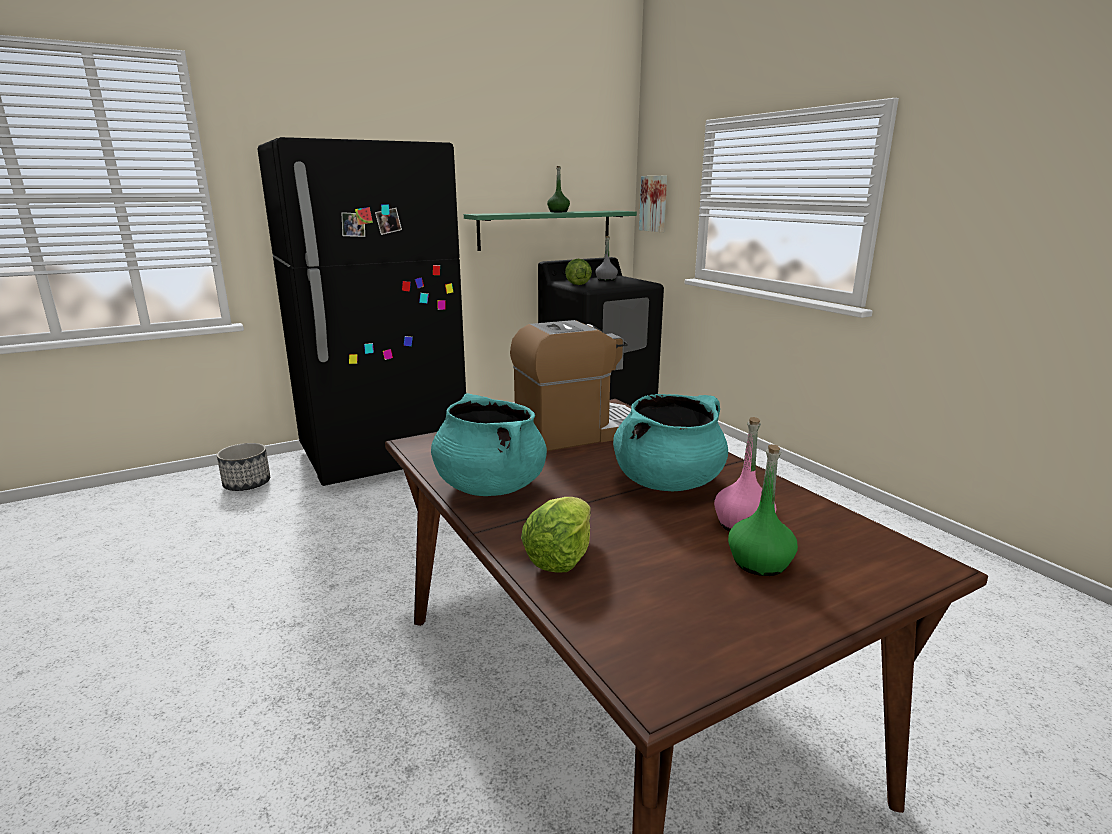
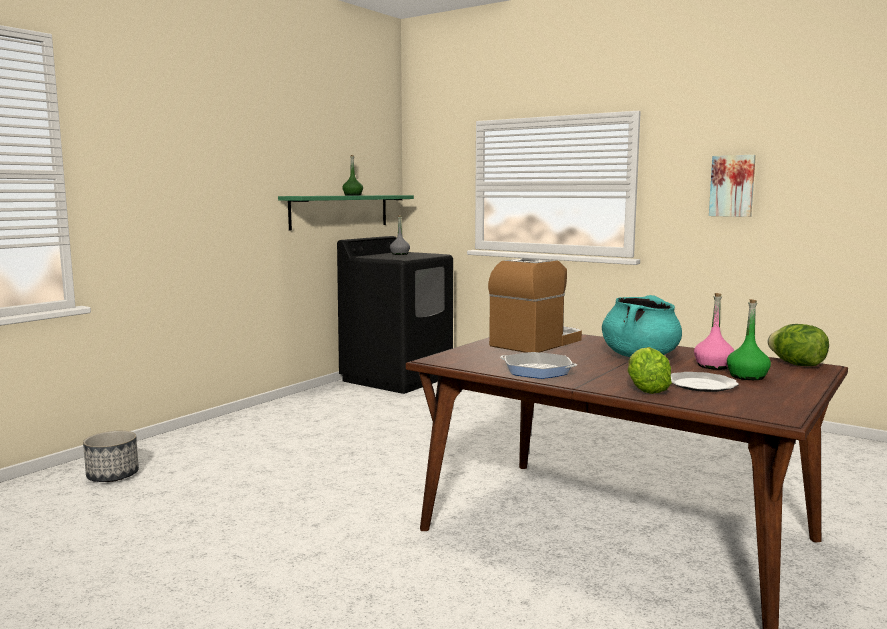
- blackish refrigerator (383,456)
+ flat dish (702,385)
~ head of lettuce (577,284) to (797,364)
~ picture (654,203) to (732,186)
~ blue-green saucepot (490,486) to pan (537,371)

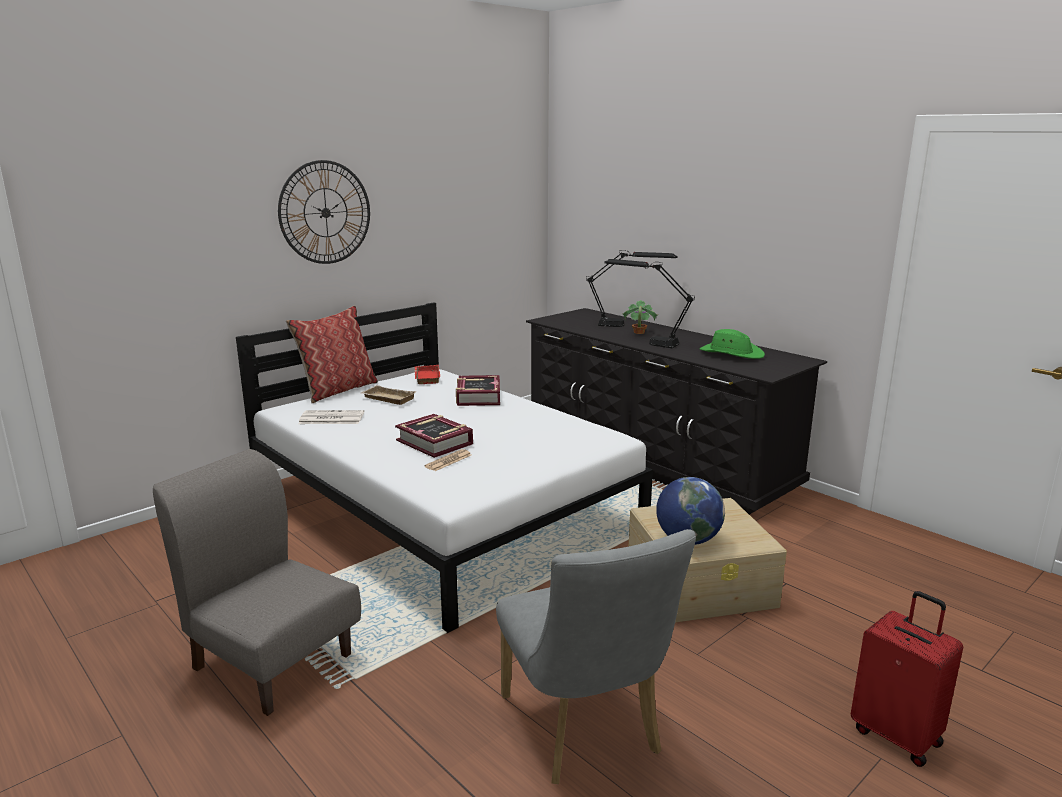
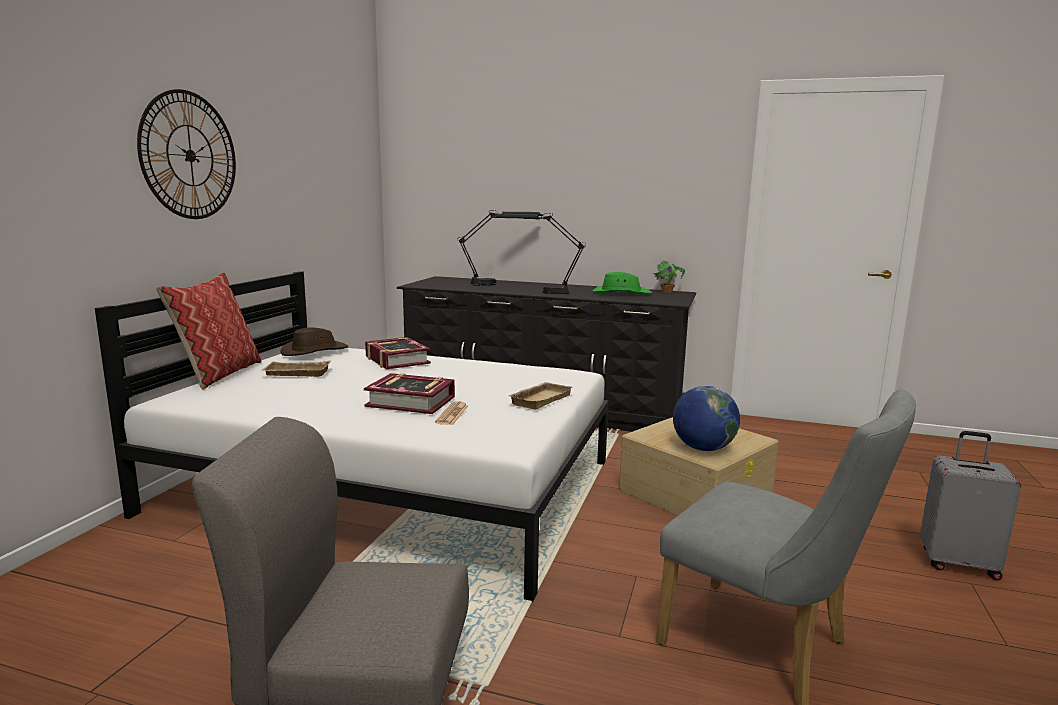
- printed paper (331,418)
+ sand-coloured serving tray (539,399)
~ potted plant (638,332) to (666,291)
~ reddish serving tray (426,377) to brown wearable hat (314,351)
~ reddish travel case (897,735) to gray travel case (958,563)

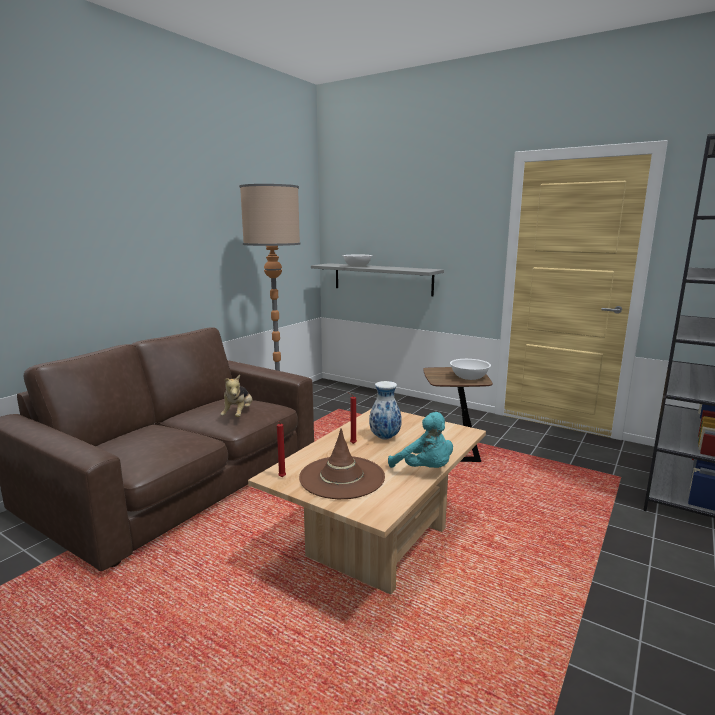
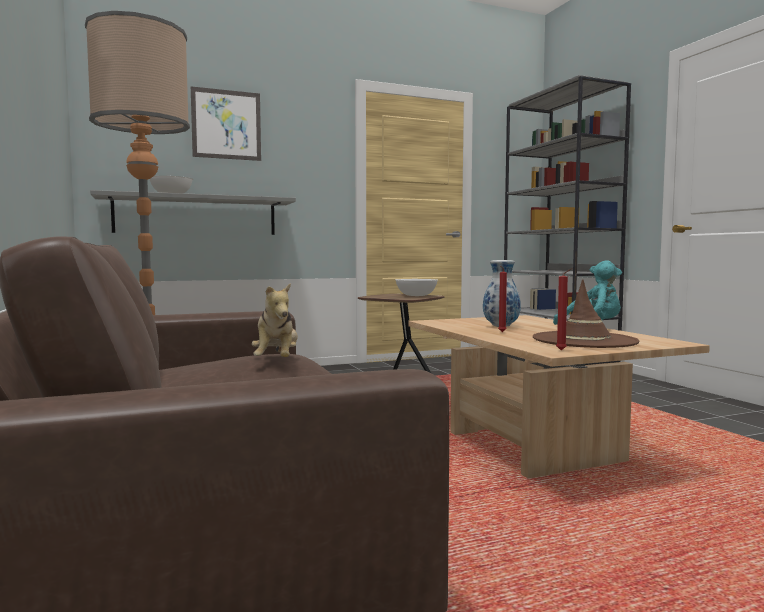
+ picture (226,124)
~ soft toy (238,414) = (277,361) 45 degrees clockwise

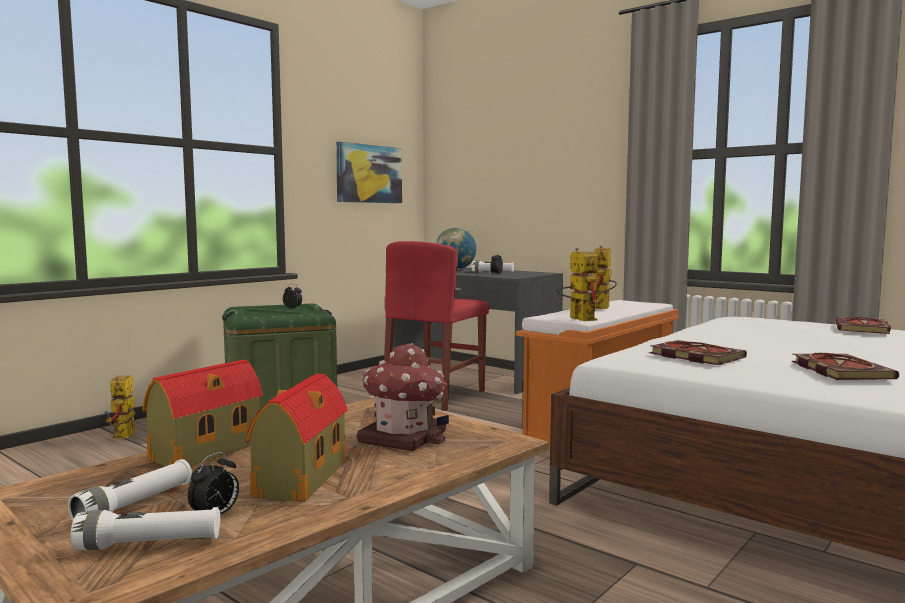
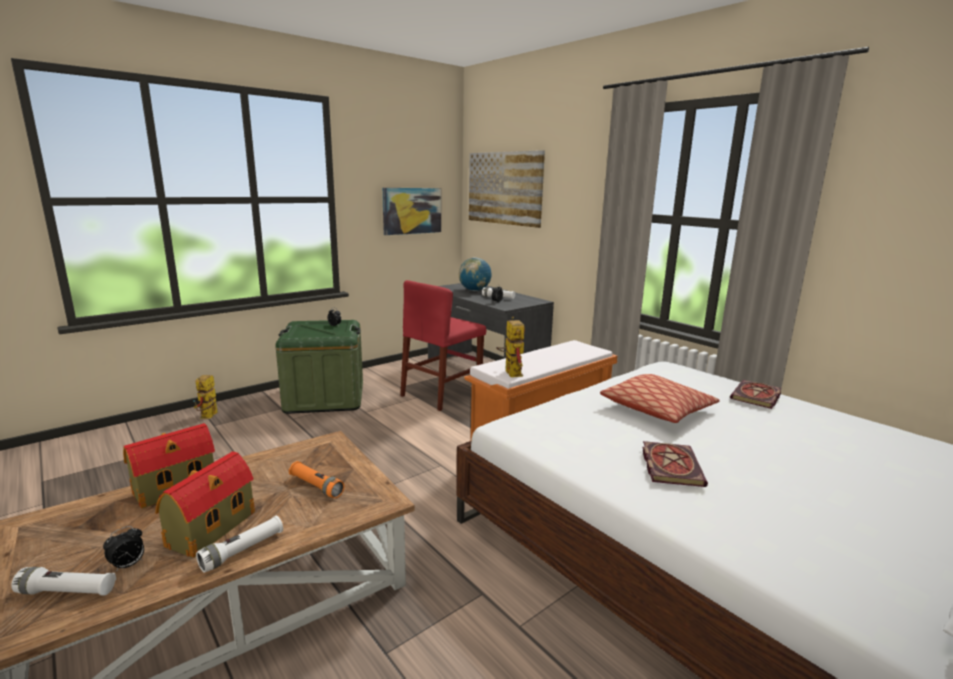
- robot figure (602,308)
- book (693,356)
+ picture (504,188)
+ throw pillow (657,409)
~ white-coloured torch (135,505) to (243,551)
~ toy house (404,437) to orangey torch (316,486)

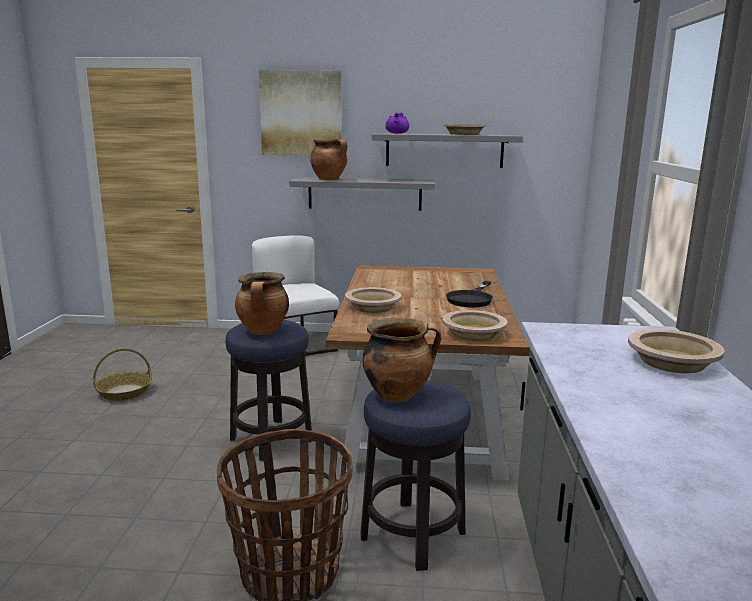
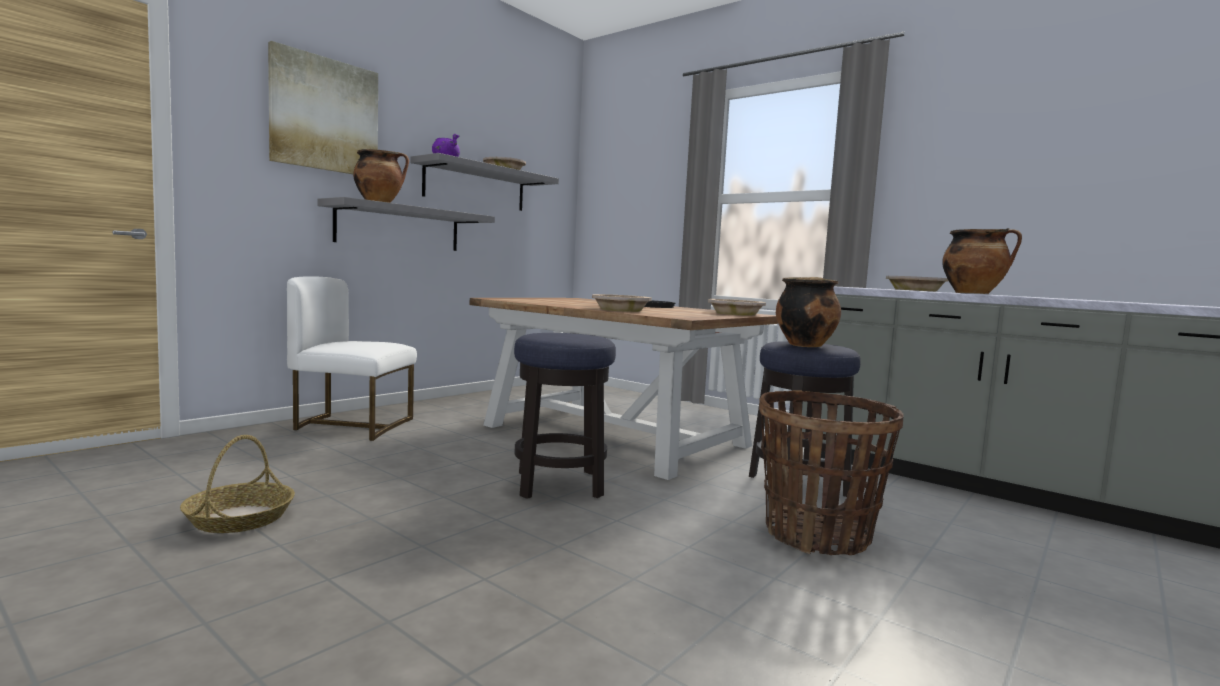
~ saucepot (263,331) to (974,293)

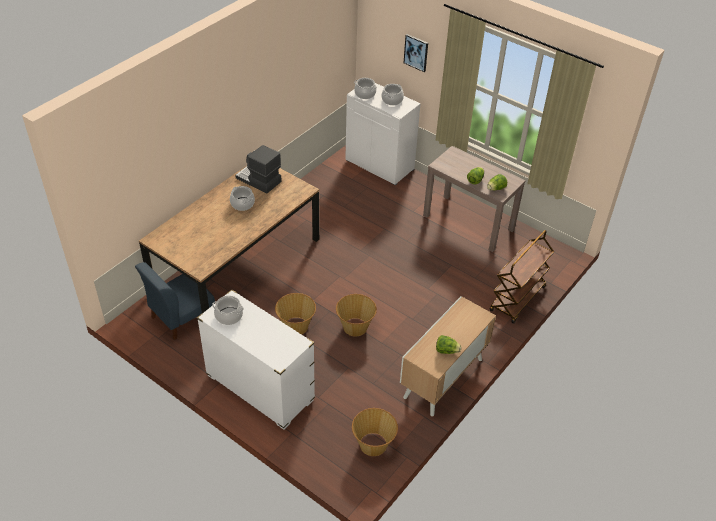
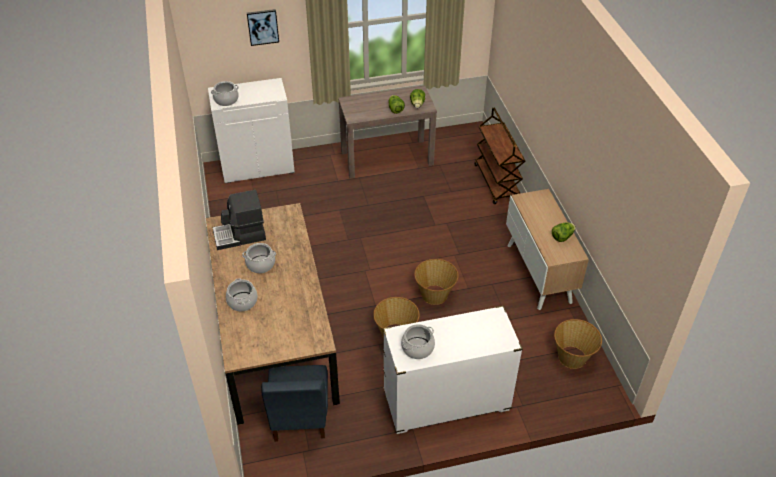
~ saucepot (392,100) to (242,301)

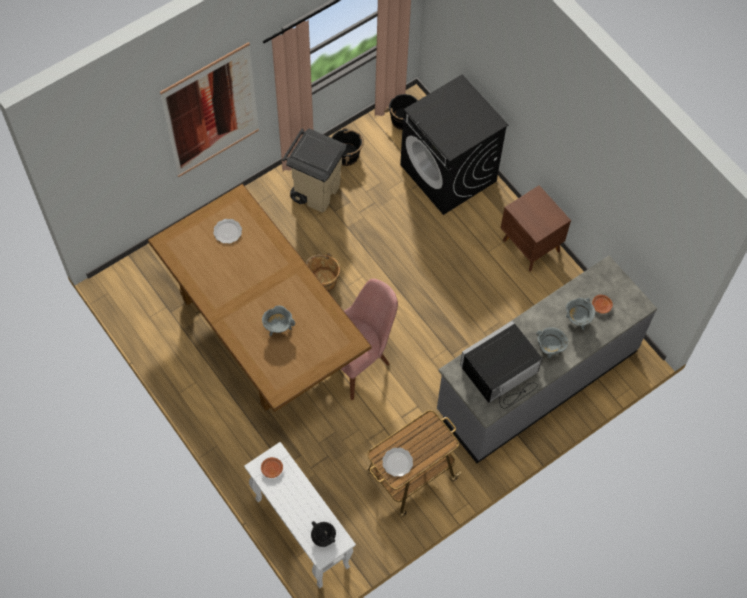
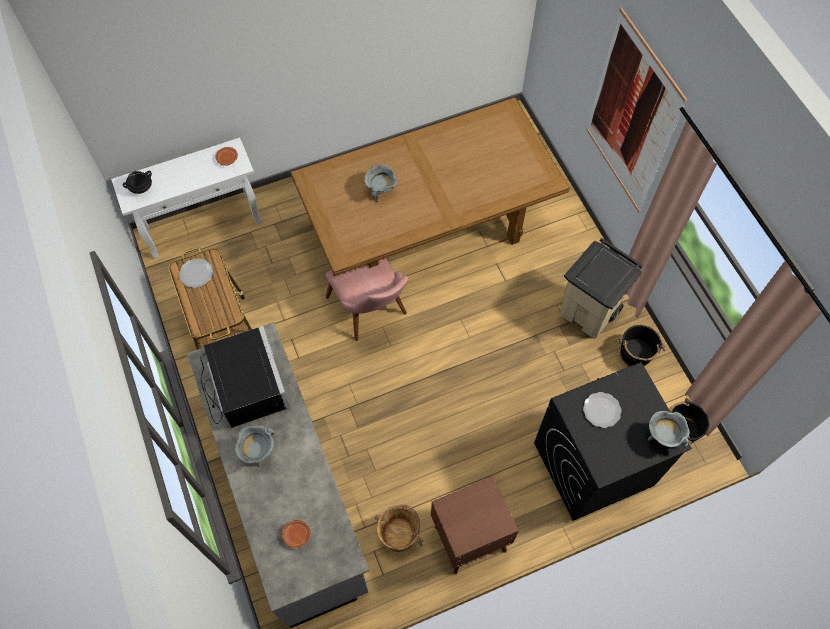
~ flat dish (227,232) to (601,410)
~ brown pail (323,280) to (399,534)
~ gray saucepot (577,320) to (663,437)

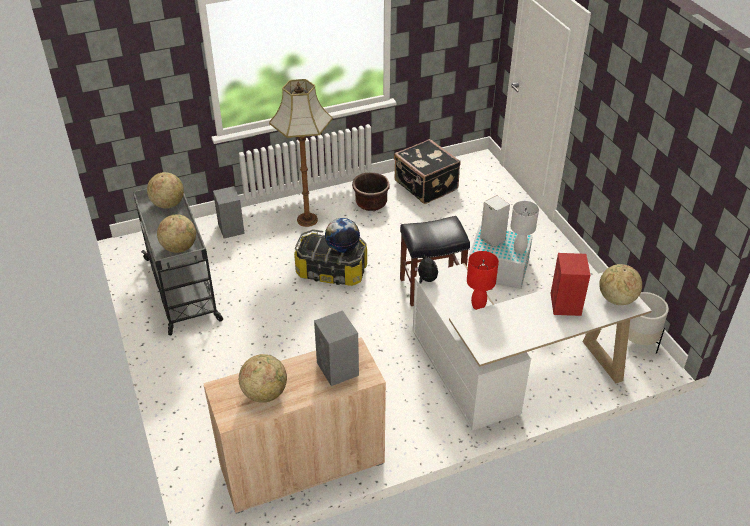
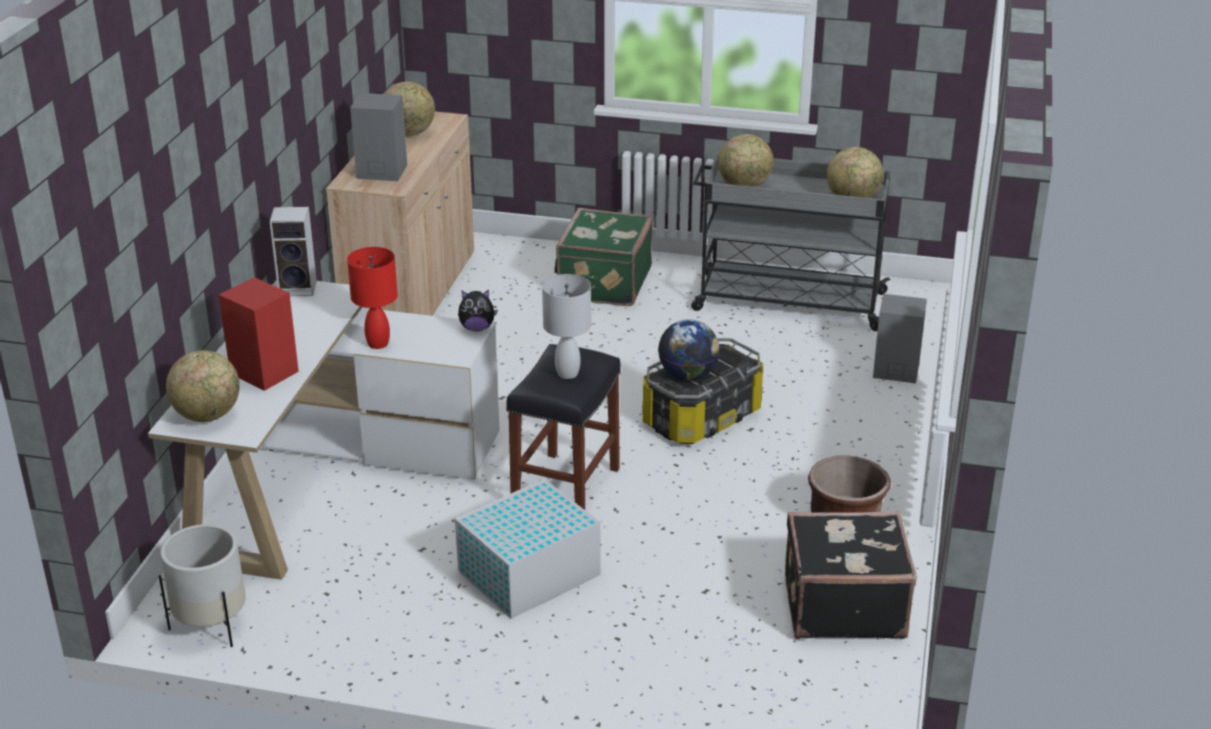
- floor lamp (307,220)
+ greenish travel case (603,284)
~ audio speaker (491,238) to (299,288)
~ white-coloured table lamp (520,249) to (568,374)

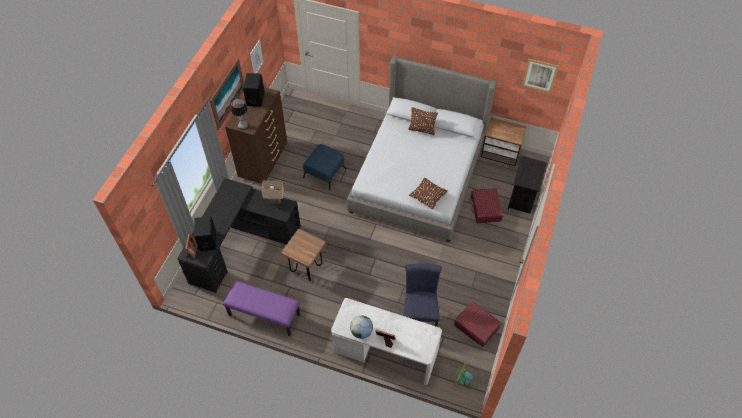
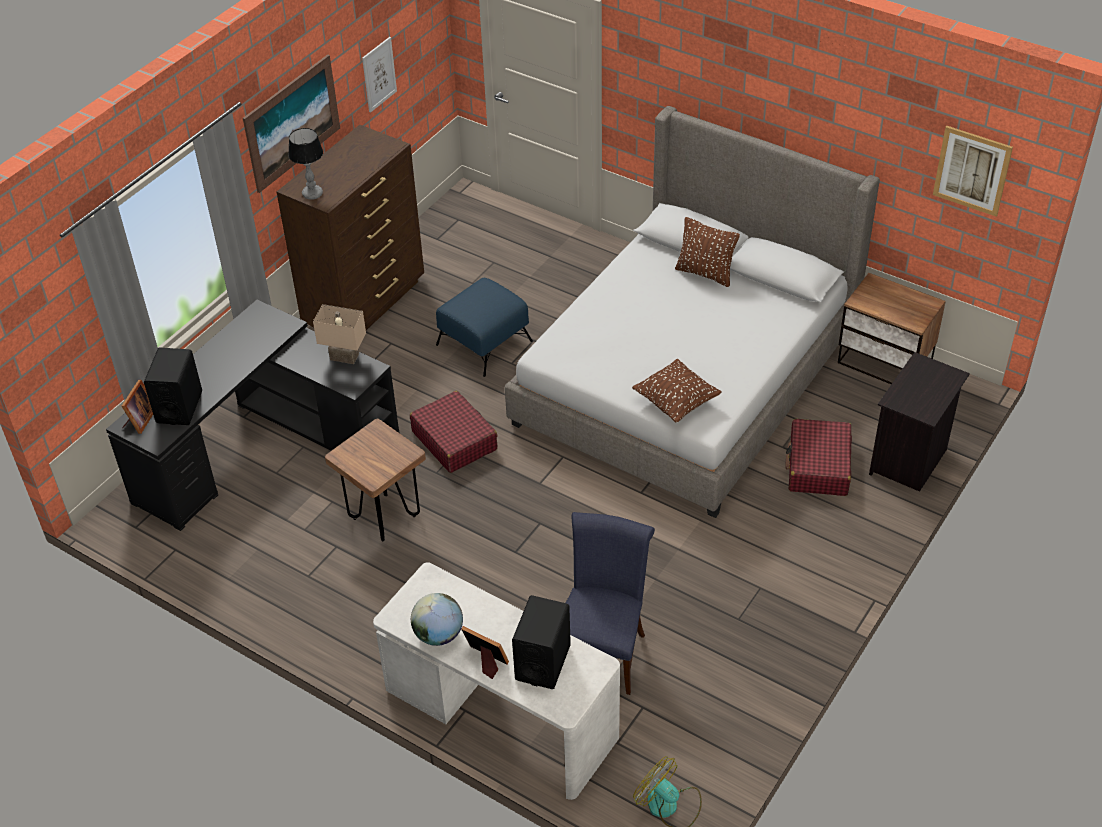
- purple long seat (264,315)
~ blackish audio speaker (255,98) to (543,662)
~ reddish travel case (476,326) to (454,440)

